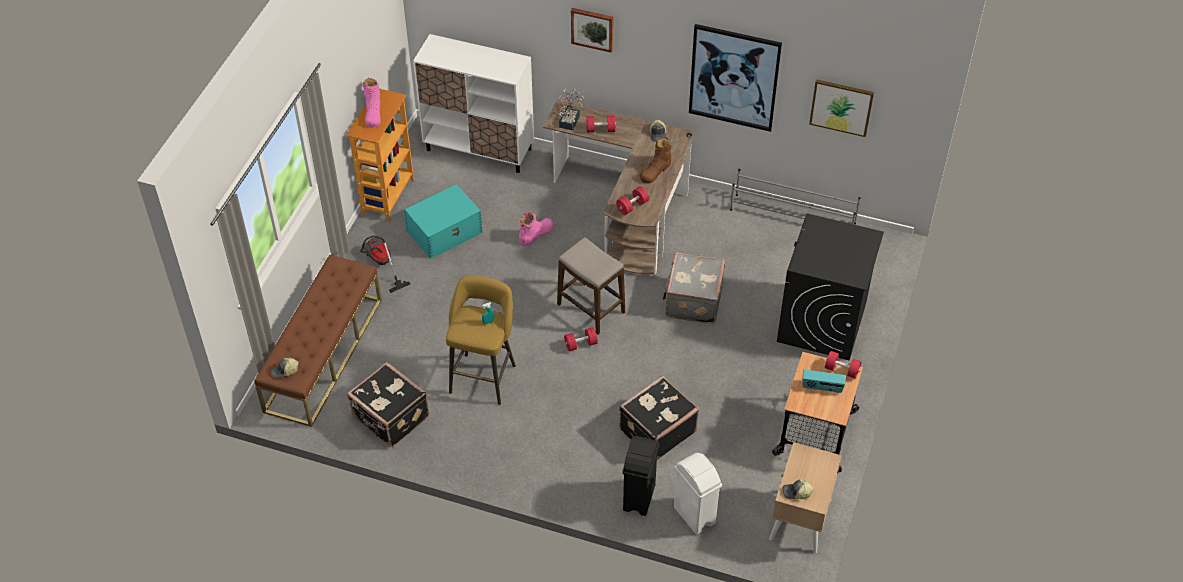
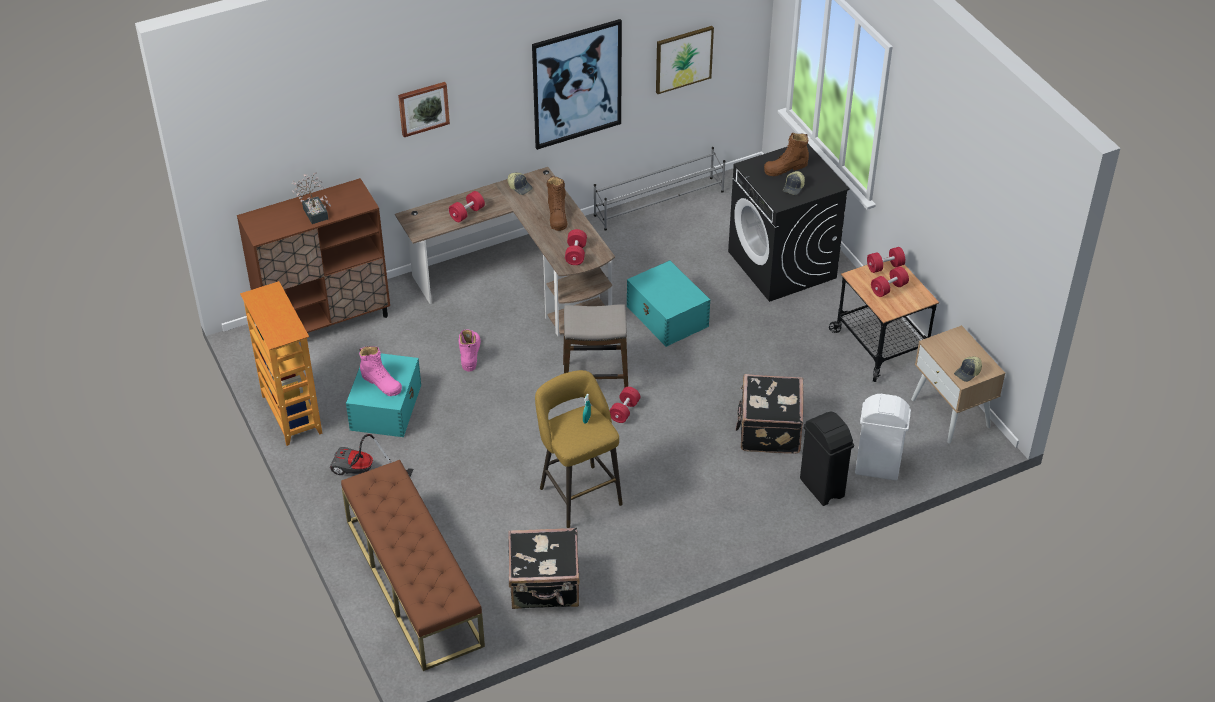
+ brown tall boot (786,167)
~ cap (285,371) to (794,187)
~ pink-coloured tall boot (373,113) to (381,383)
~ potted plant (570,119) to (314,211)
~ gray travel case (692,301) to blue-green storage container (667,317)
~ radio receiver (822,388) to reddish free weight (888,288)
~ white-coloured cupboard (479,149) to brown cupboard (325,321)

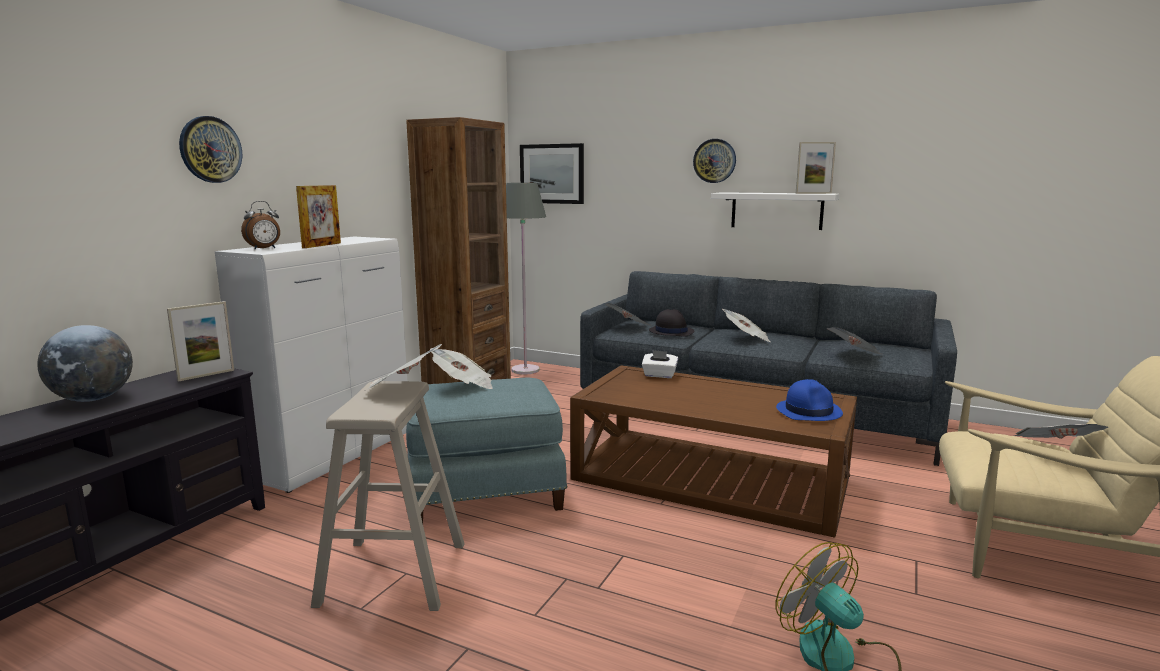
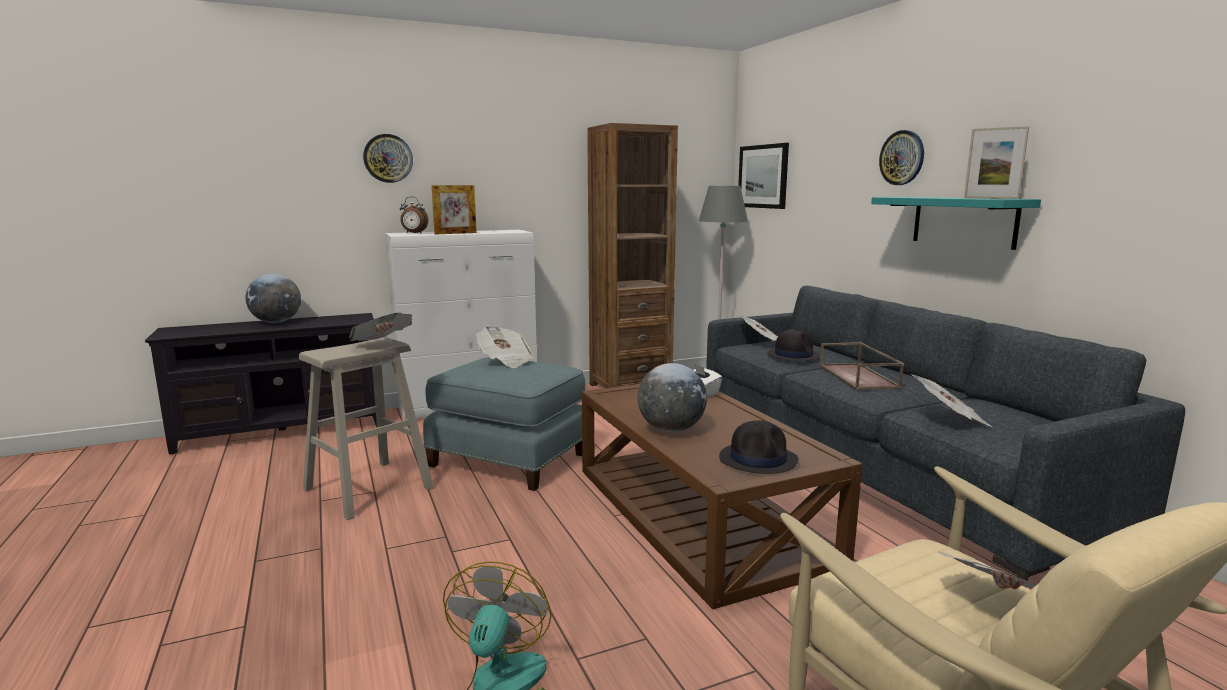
- standing frame (206,375)
+ desk globe (671,430)
~ printed paper (746,338) to brown serving tray (859,376)
~ white-coloured wall shelf (776,210) to blue-green wall shelf (963,221)
~ blue-coloured wearable hat (809,411) to blackish wearable hat (758,459)

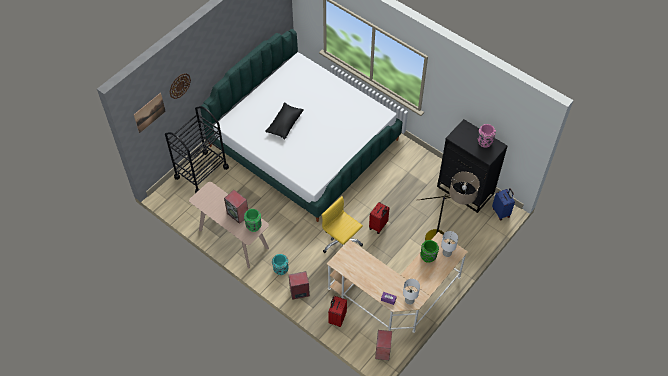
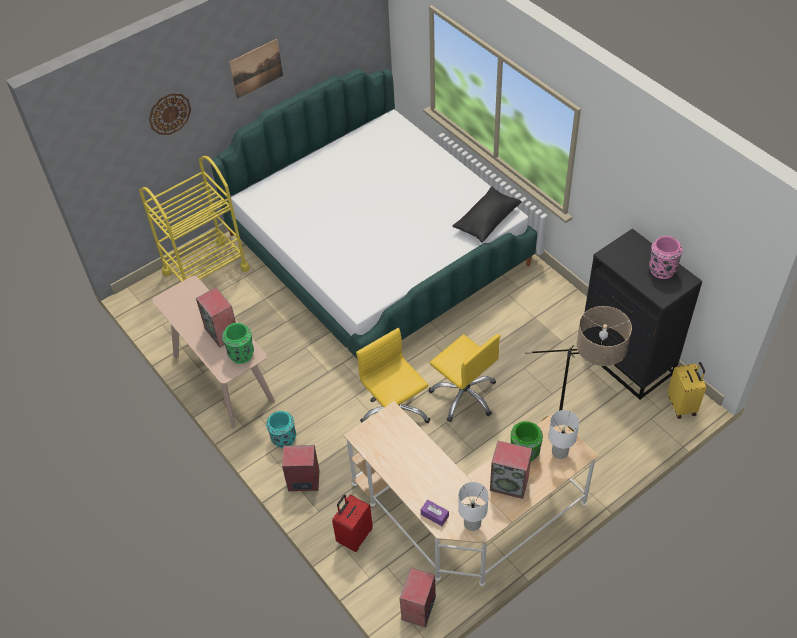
+ audio speaker (510,483)
~ picture (149,112) to (256,68)
~ blackish throw pillow (284,124) to (486,221)
~ reddish travel case (378,226) to yellow computer chair (464,395)
~ blackish trolley (201,172) to yellow trolley (206,271)
~ blue-coloured travel case (501,212) to yellow travel case (682,405)

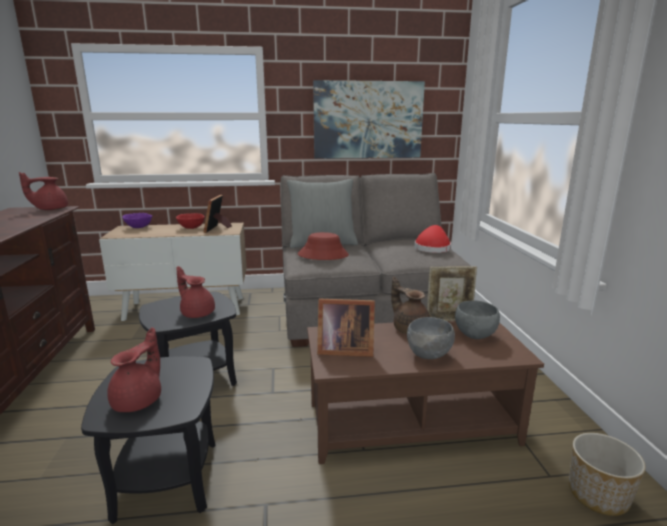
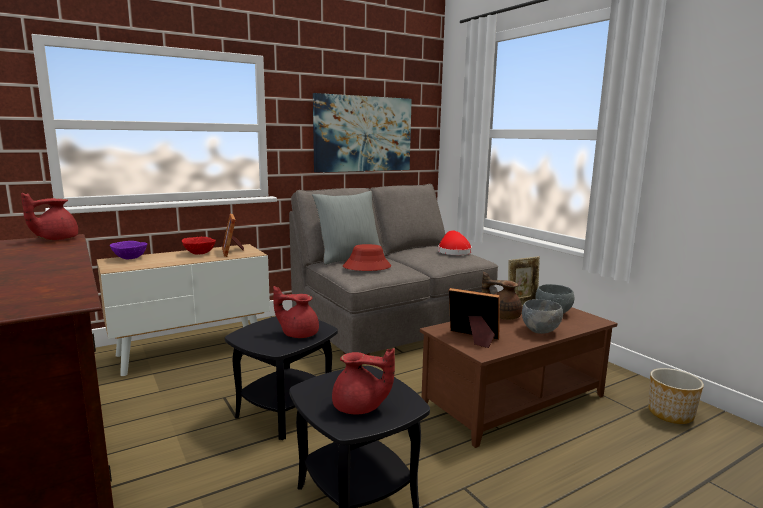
~ reddish tea pot (139,400) = (359,408) 105 degrees clockwise
~ standing frame (343,349) = (473,338) 135 degrees counterclockwise

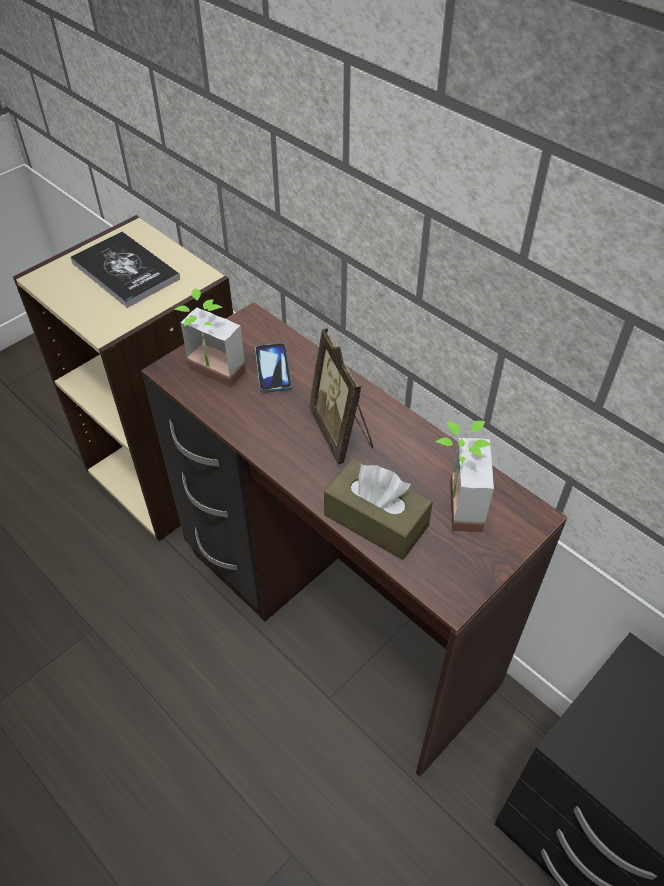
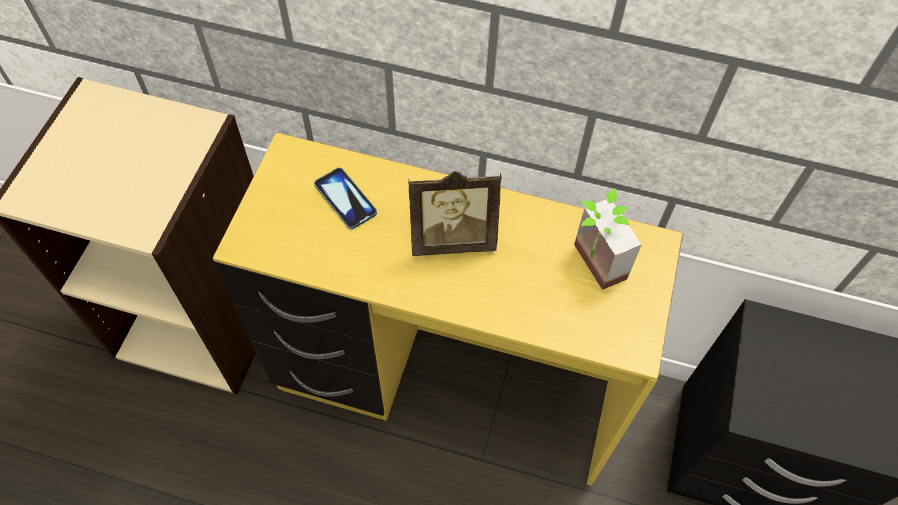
- book (125,271)
- potted plant (210,377)
- brown tissue box (376,520)
~ brown desk table (334,619) to yellow desk table (446,386)
~ standing frame (342,433) = (452,238) 45 degrees counterclockwise

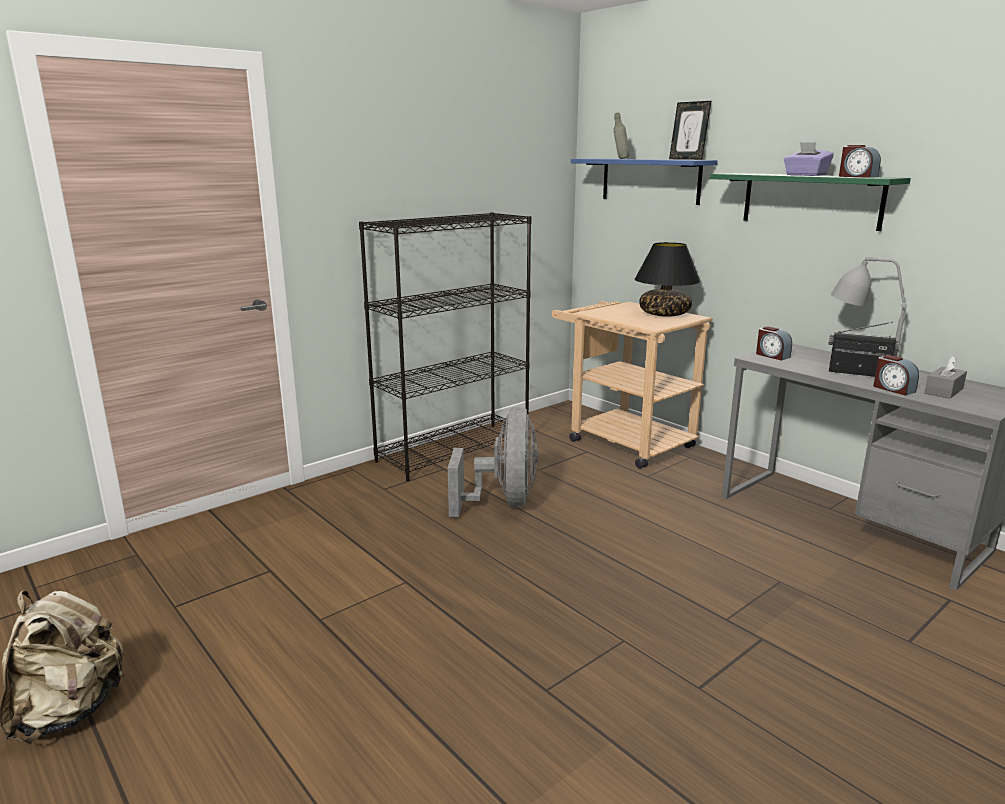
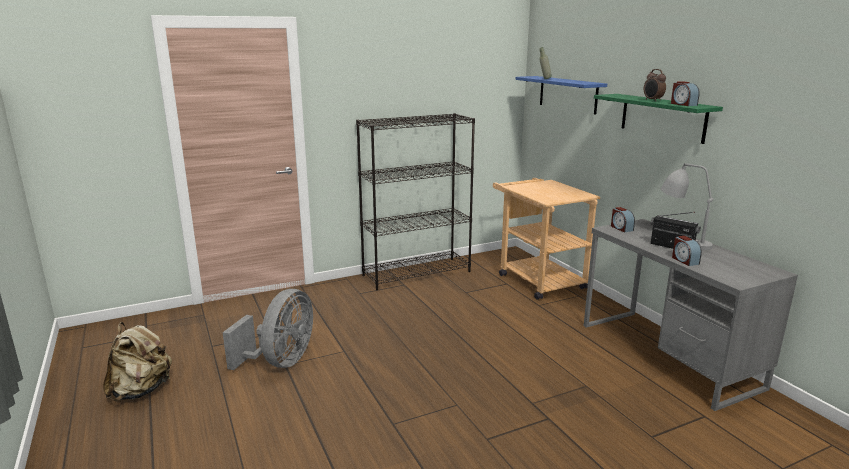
- blackish table lamp (665,314)
- standing frame (687,159)
- gray tissue box (943,391)
~ gray electric fan (503,502) to (280,361)
~ purple tissue box (805,175) to table clock (652,100)

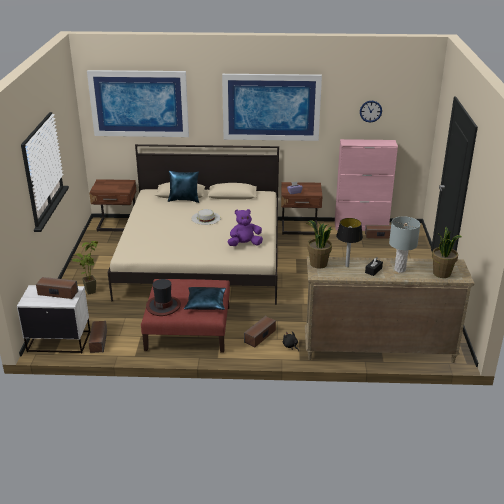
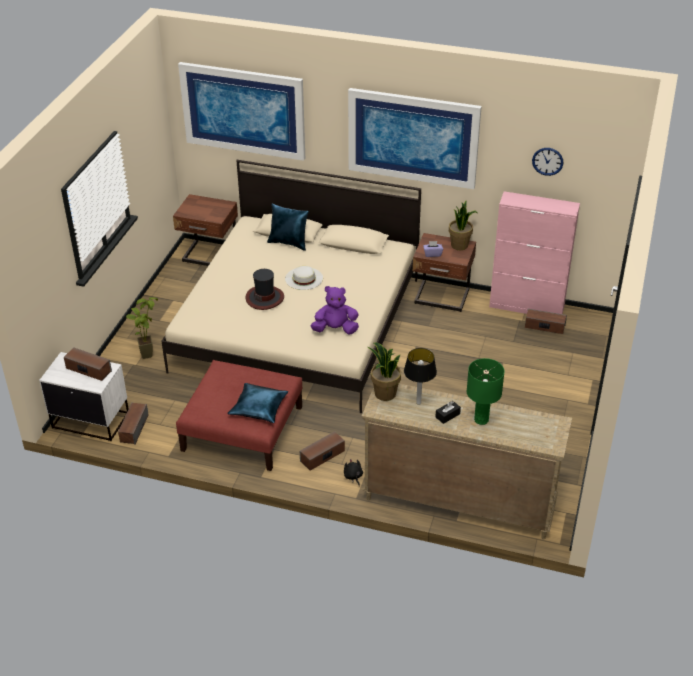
~ wearable hat (163,306) to (265,298)
~ potted plant (442,273) to (460,245)
~ gray table lamp (400,269) to greenish table lamp (481,420)

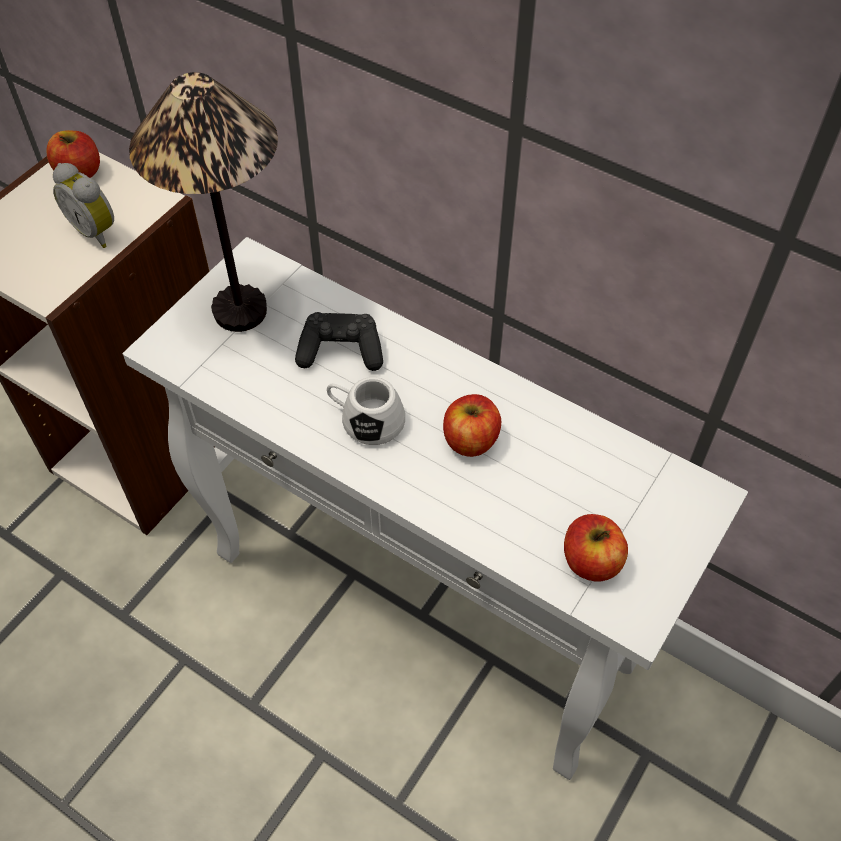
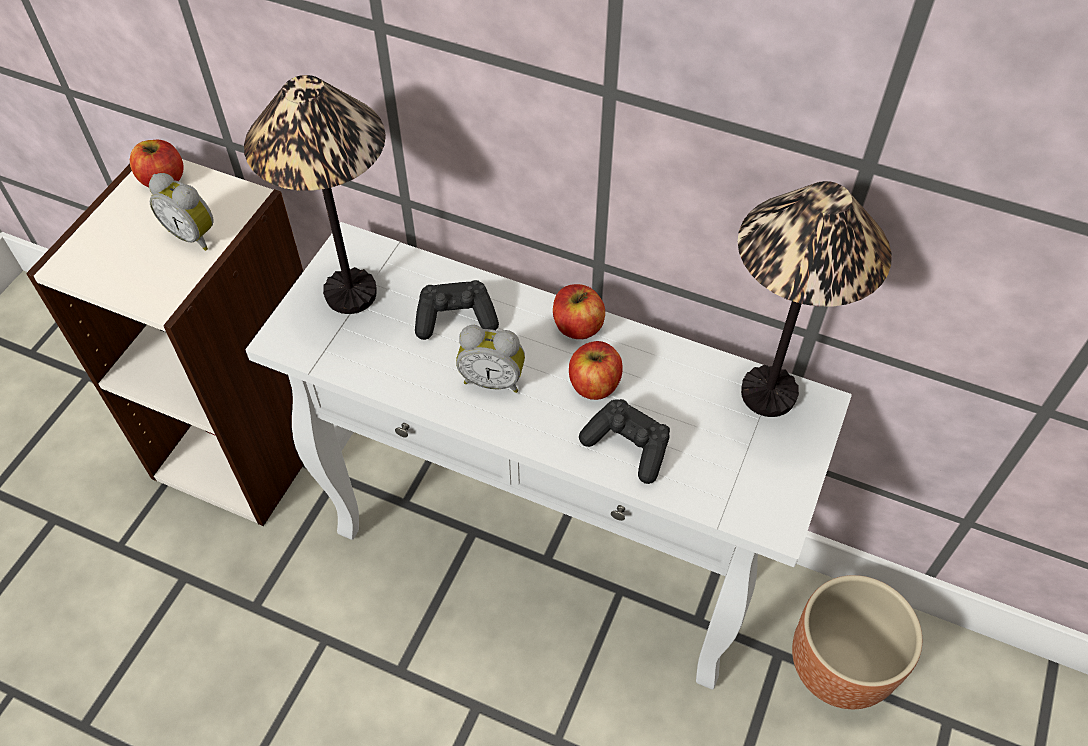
+ blackish gamepad (628,447)
+ table lamp (769,395)
+ brown plant pot (840,665)
~ whole apple (591,561) to (577,326)
~ white-coloured coffee mug (365,419) to table clock (493,379)

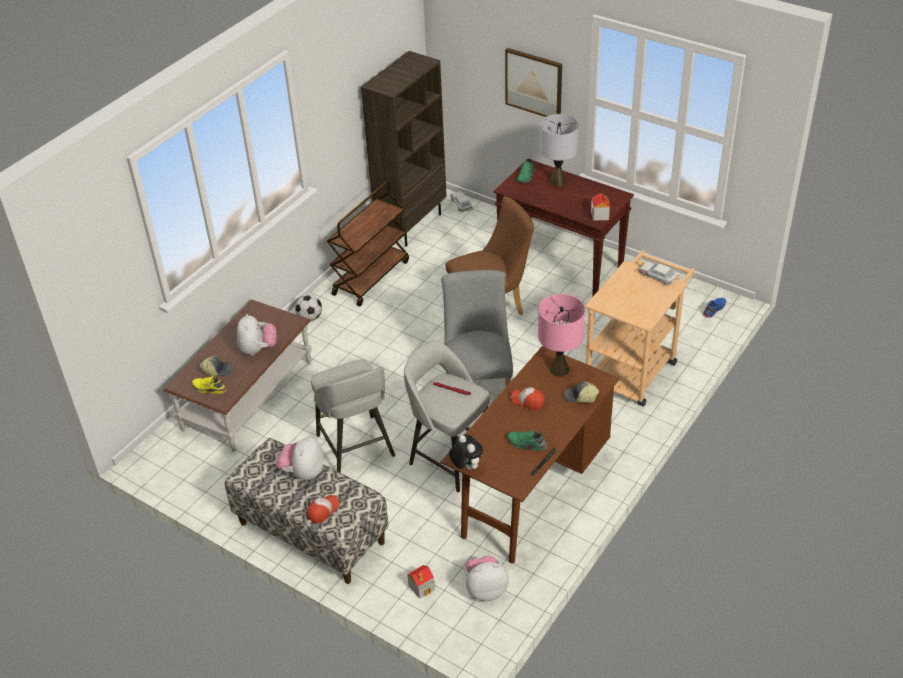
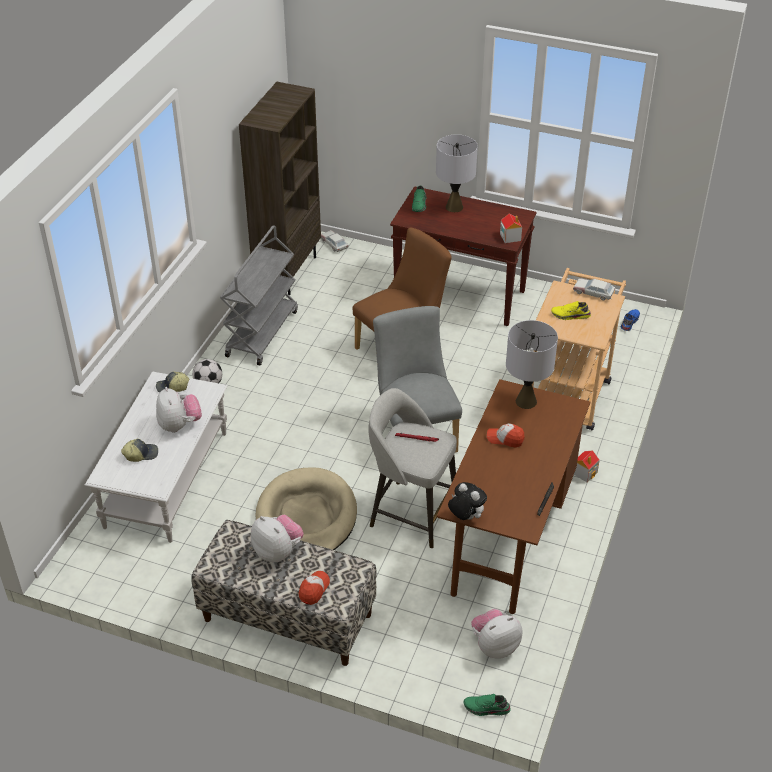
- picture (534,83)
~ yellow shoe (209,389) to (570,316)
~ toy house (422,587) to (584,472)
~ greenish shoe (526,444) to (486,709)
~ cap (580,397) to (172,387)
~ gray stool seat (356,447) to sand-coloured pet bed (306,517)
~ brown coffee table (248,396) to white-coloured coffee table (166,479)
~ brown trolley (371,277) to gray trolley (262,333)
~ pink-coloured table lamp (559,369) to gray table lamp (526,401)
~ soft toy (303,472) = (278,551) 135 degrees clockwise

